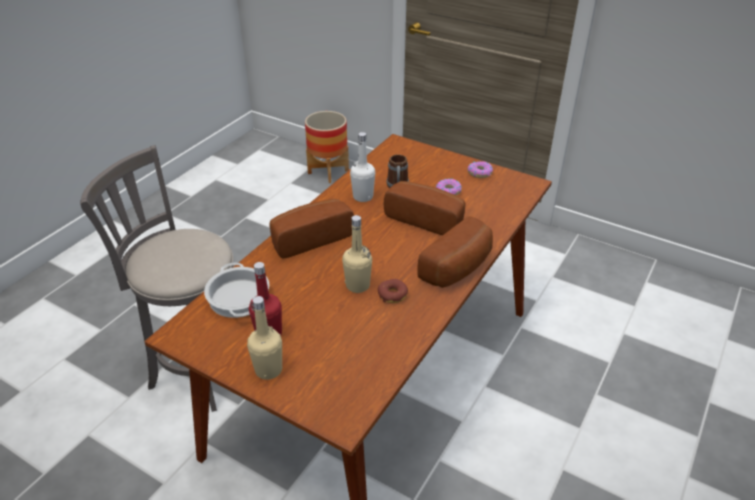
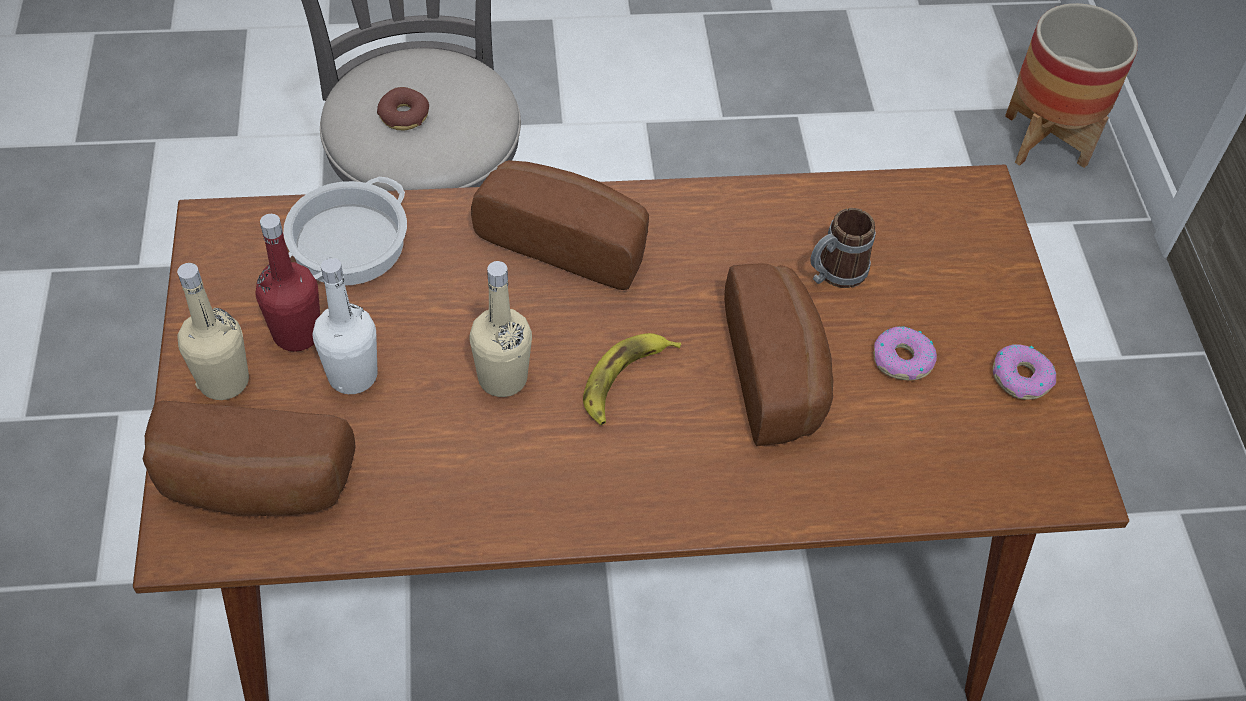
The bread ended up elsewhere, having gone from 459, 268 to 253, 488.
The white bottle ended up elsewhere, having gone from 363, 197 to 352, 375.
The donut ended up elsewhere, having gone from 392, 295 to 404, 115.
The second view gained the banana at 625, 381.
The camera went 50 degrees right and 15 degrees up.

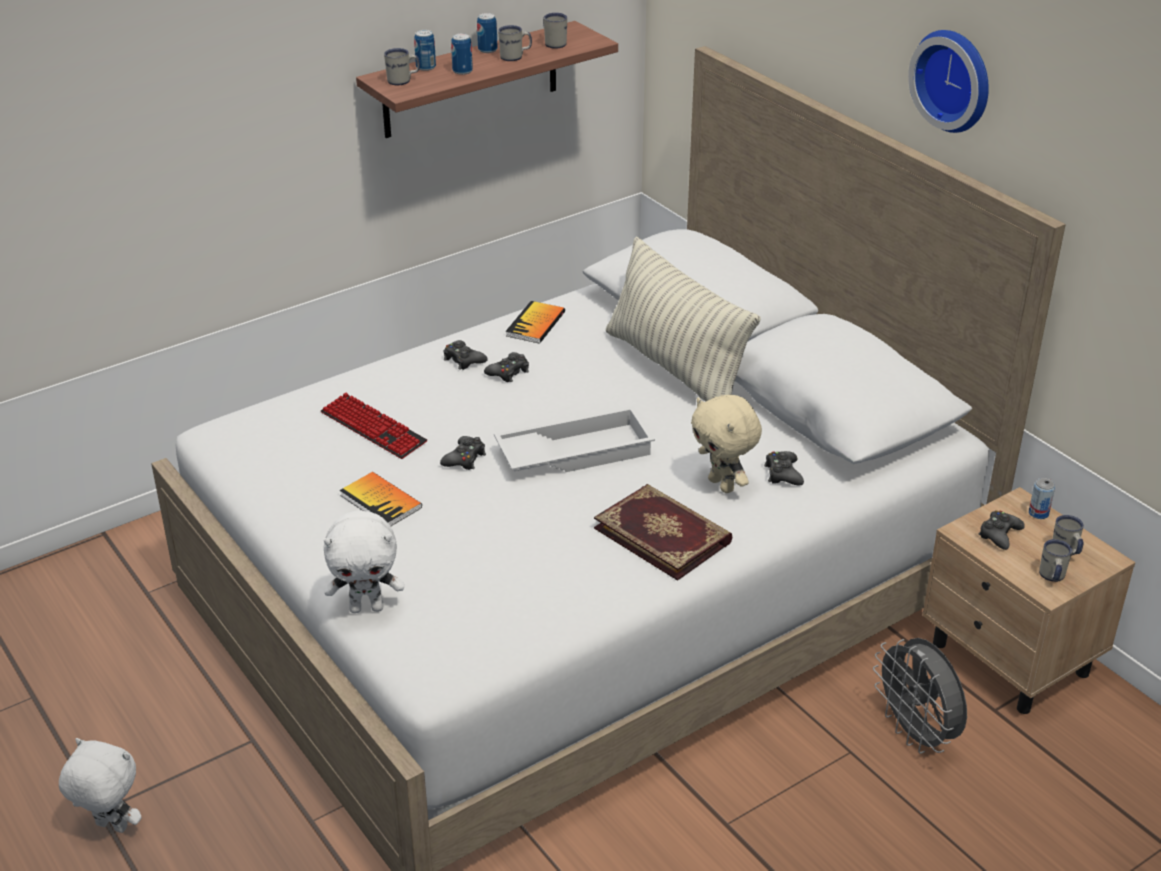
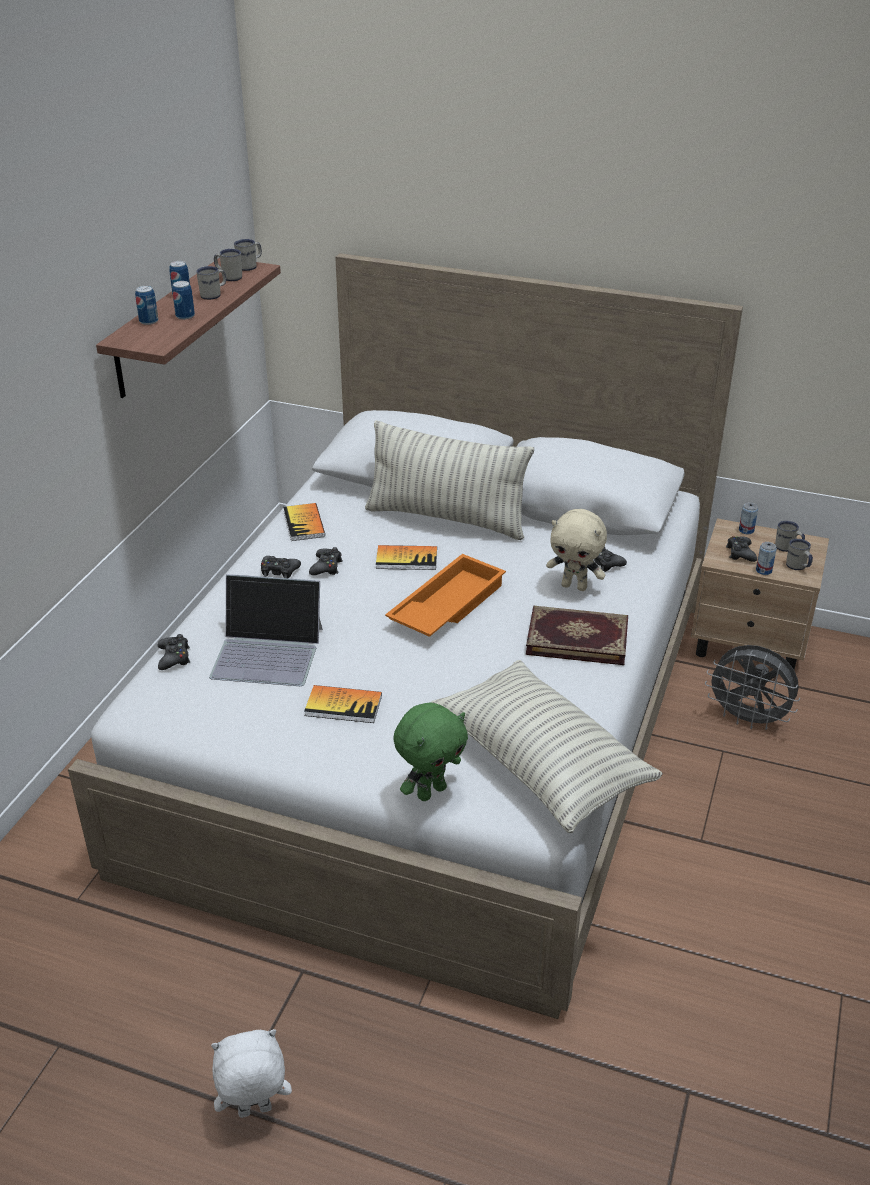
The black game controller ended up elsewhere, having gone from 464, 459 to 174, 657.
Where the keyboard stood at 373, 428, the laptop came to stand at 268, 652.
The white mug ended up elsewhere, having gone from 403, 81 to 250, 266.
The second view gained the book at 406, 559.
What was the white tray at 575, 451 turned into the orange tray at 446, 605.
What was the white plush toy at 367, 607 turned into the green plush toy at 430, 791.
The second view gained the pillow at 540, 763.
The second view gained the can at 763, 571.
The second view lost the wall clock at 955, 79.
The camera went 35 degrees left and 0 degrees up.

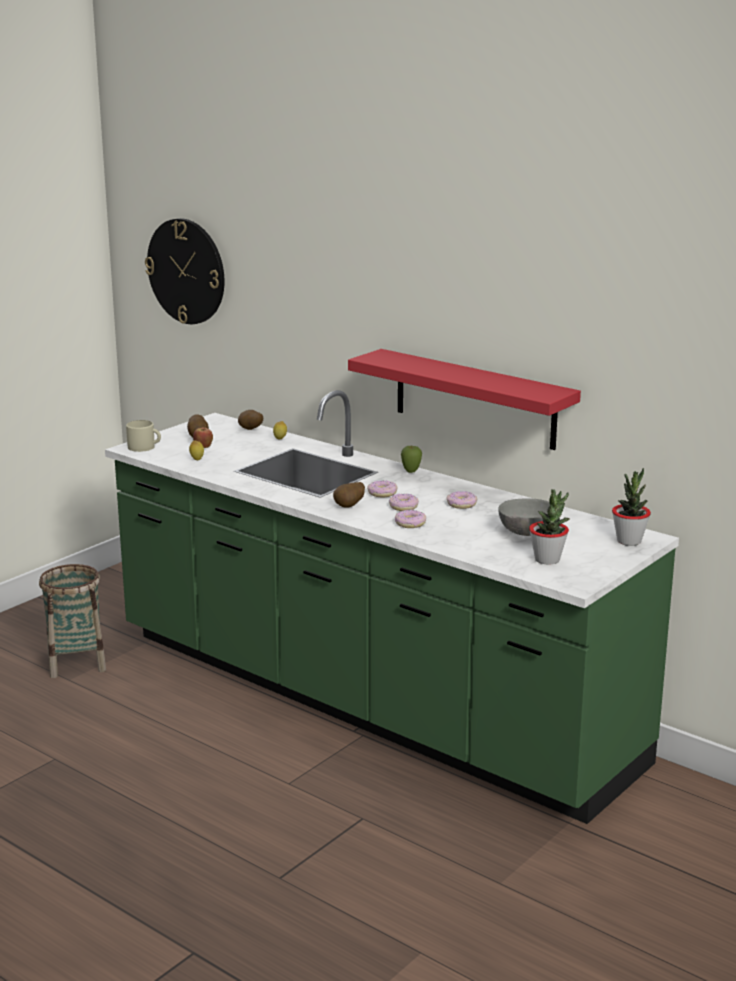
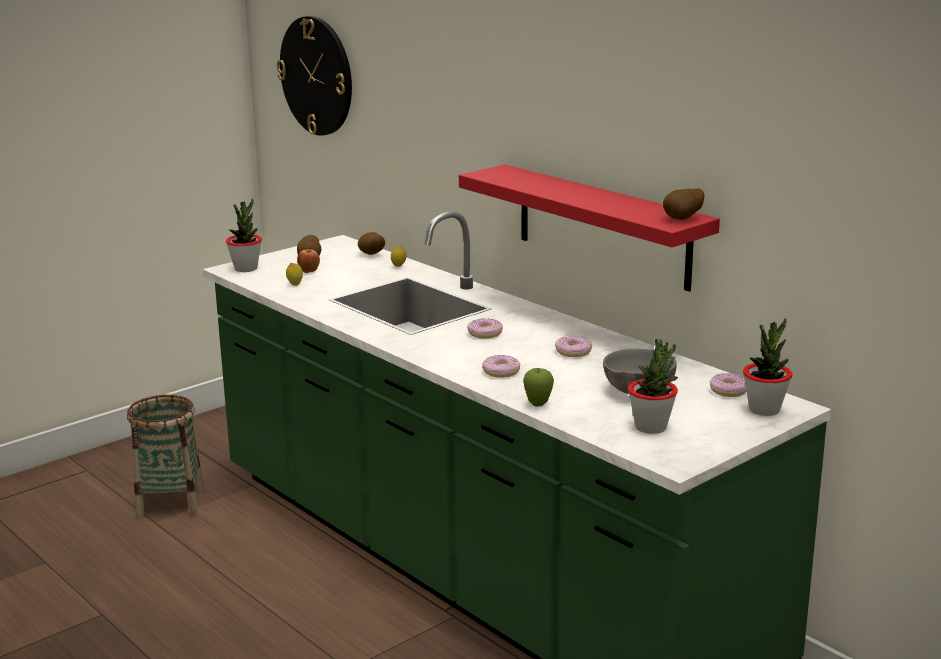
Where the beige mug stood at 144, 447, the potted plant came to stand at 246, 268.
The apple ended up elsewhere, having gone from 411, 472 to 538, 405.
The potato ended up elsewhere, having gone from 349, 506 to 683, 219.
The donut ended up elsewhere, having gone from 403, 507 to 728, 391.
The camera went 10 degrees right and 0 degrees up.

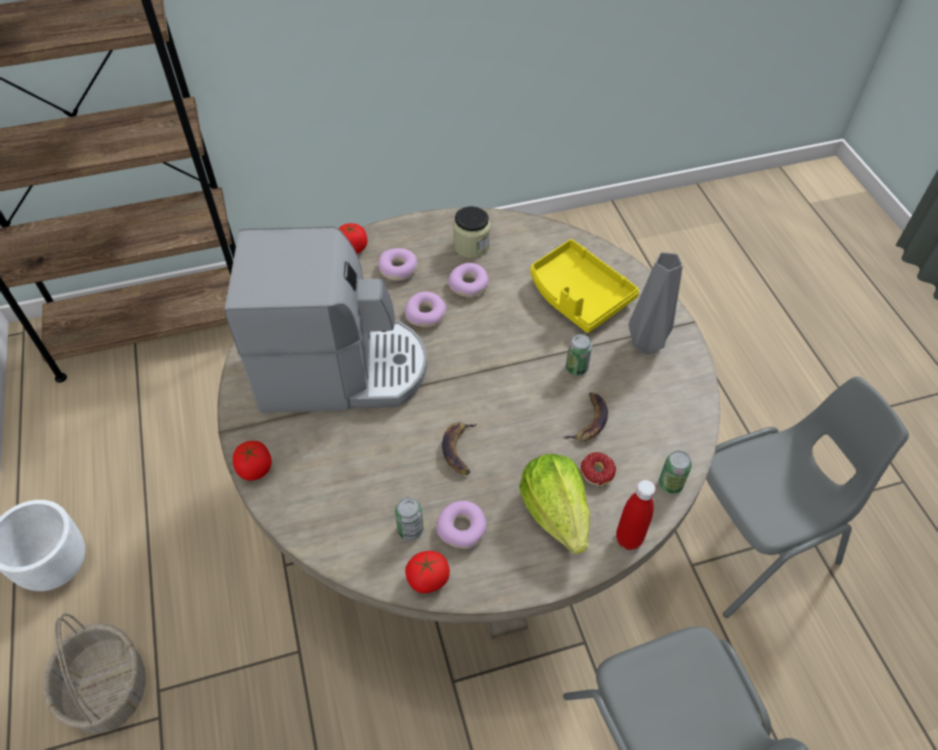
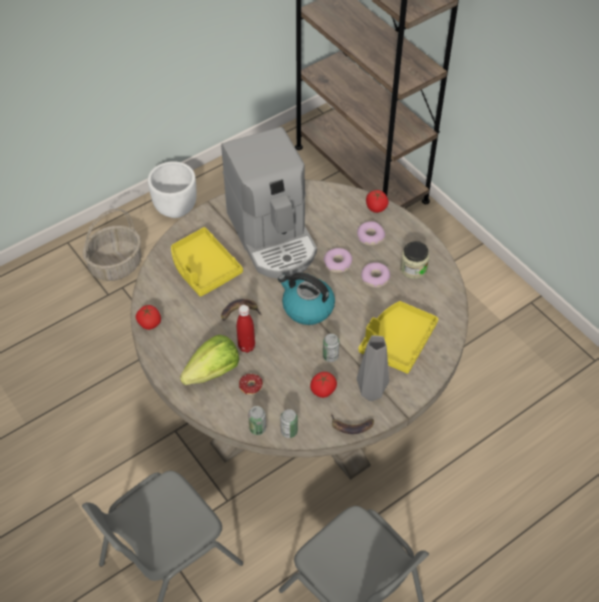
The second view gained the yellow tray at 203, 268.
The red bottle ended up elsewhere, having gone from 628, 539 to 246, 346.
The second view gained the kettle at 307, 307.
The can ended up elsewhere, having gone from 410, 530 to 289, 431.
The tomato ended up elsewhere, having gone from 255, 469 to 323, 390.
The banana ended up elsewhere, having gone from 588, 420 to 352, 425.
The second view lost the donut at 462, 528.
The camera went 70 degrees right and 0 degrees up.

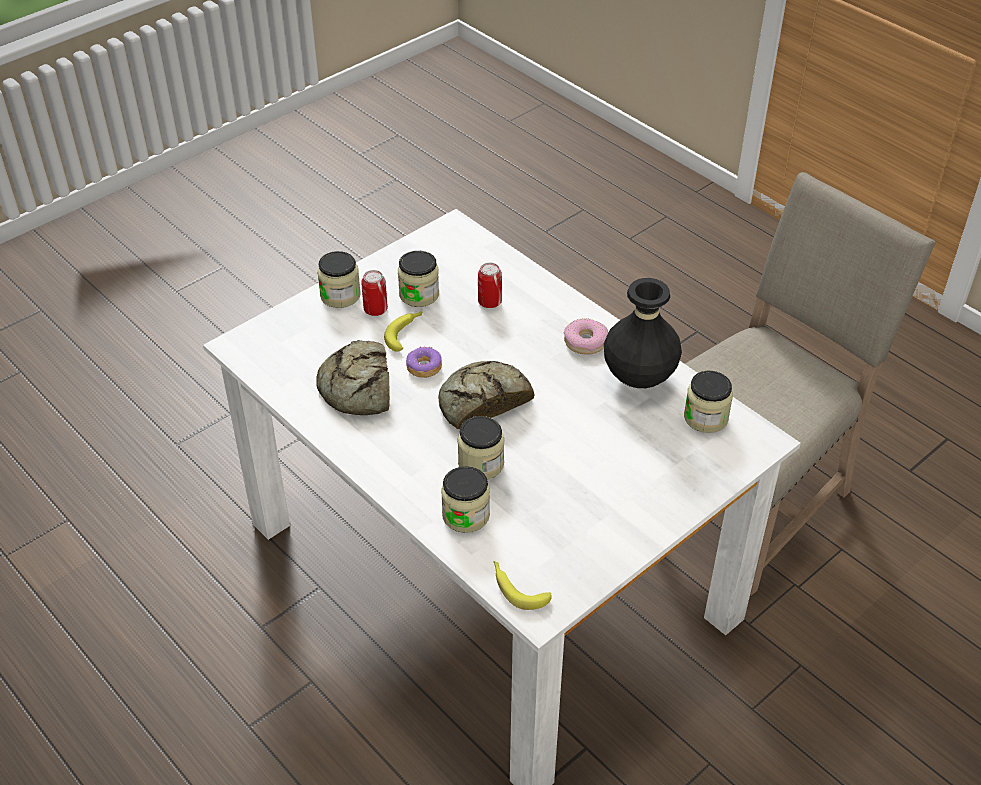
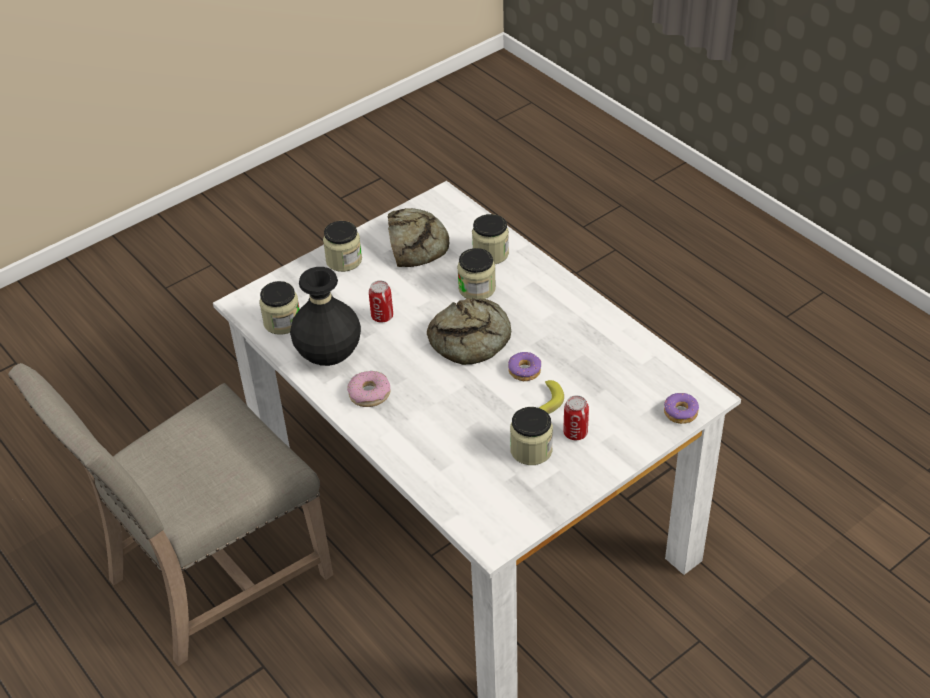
The jar ended up elsewhere, having gone from 340, 295 to 344, 260.
The can ended up elsewhere, having gone from 489, 302 to 382, 316.
The bread ended up elsewhere, having gone from 358, 387 to 415, 243.
The second view gained the donut at 680, 413.
The second view lost the banana at 517, 588.
The camera went 175 degrees left and 0 degrees up.

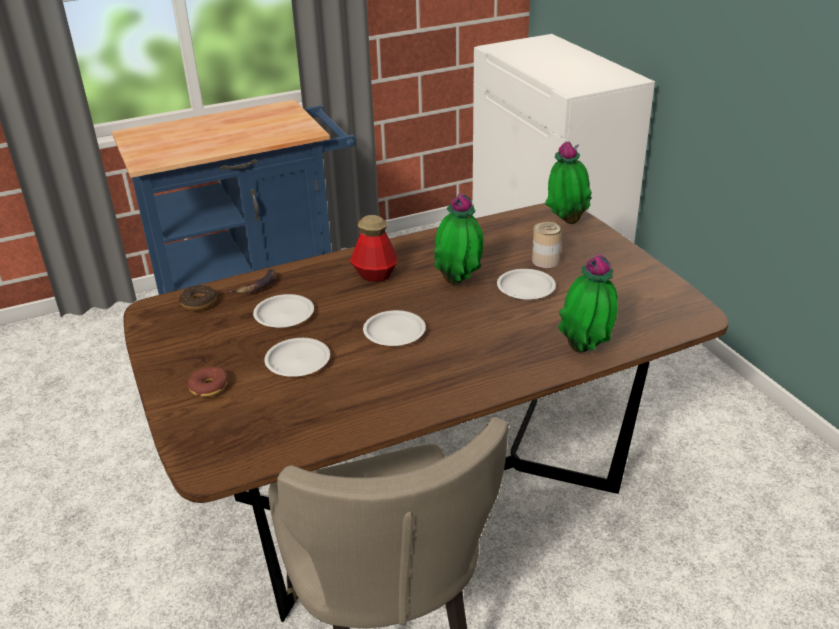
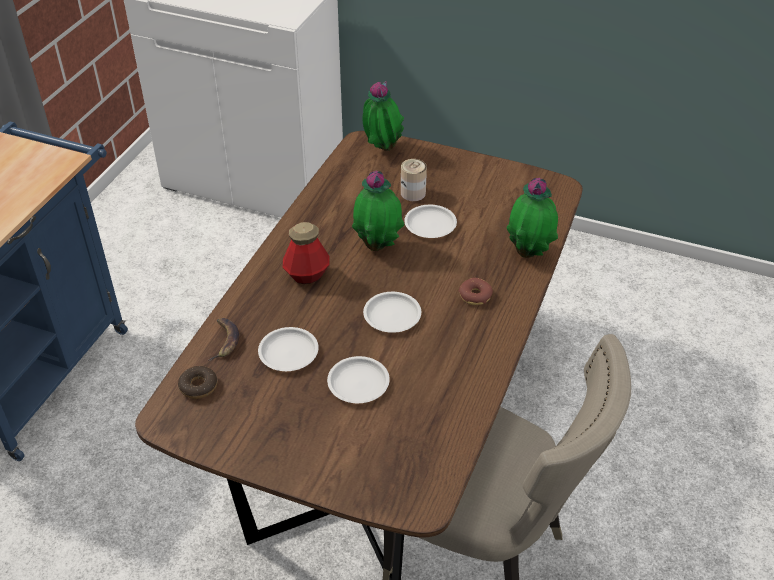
The donut ended up elsewhere, having gone from 209, 387 to 475, 296.
The camera went 45 degrees left and 10 degrees up.

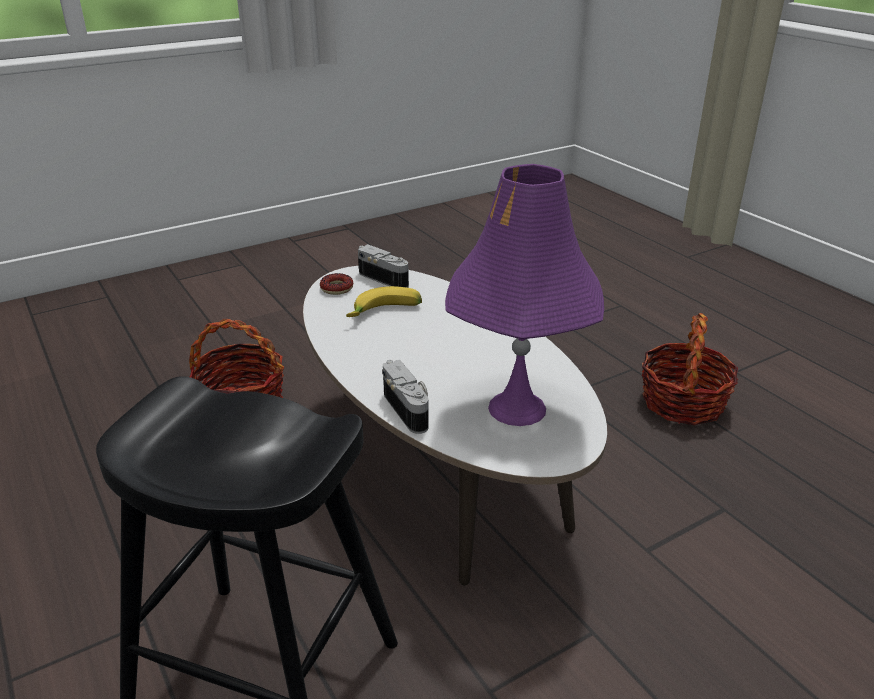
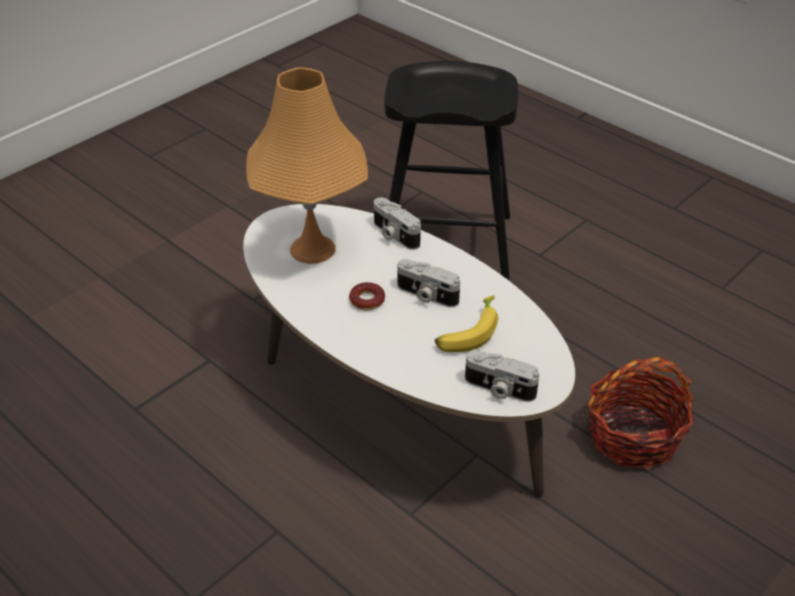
What was the purple table lamp at 517, 408 turned into the orange table lamp at 312, 249.
The donut ended up elsewhere, having gone from 337, 288 to 367, 300.
The second view gained the photo camera at 426, 295.
The second view lost the basket at 683, 403.
The camera went 165 degrees right and 10 degrees up.

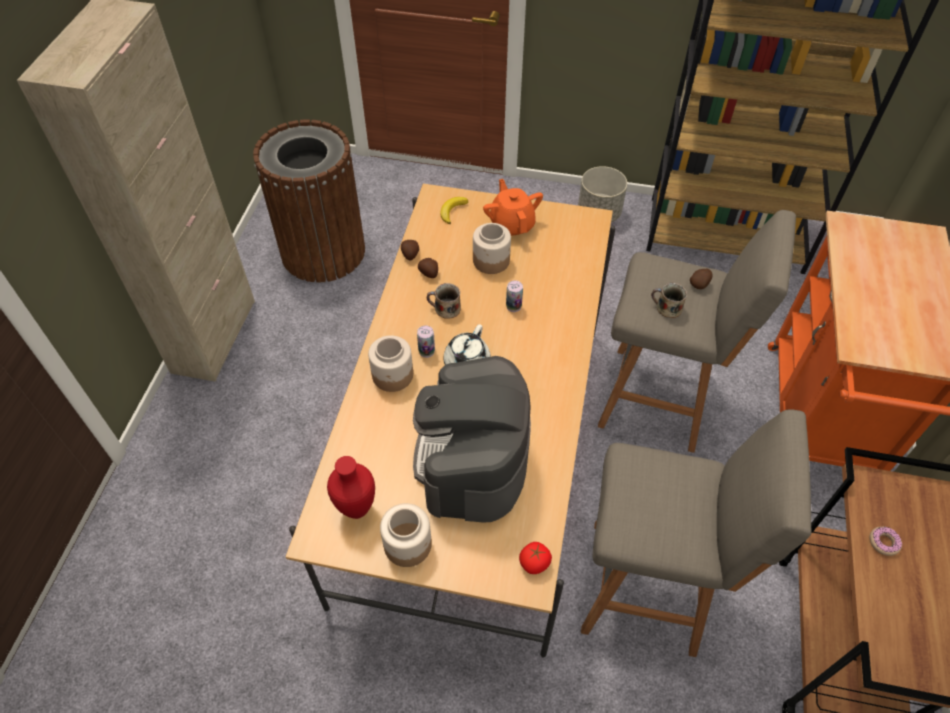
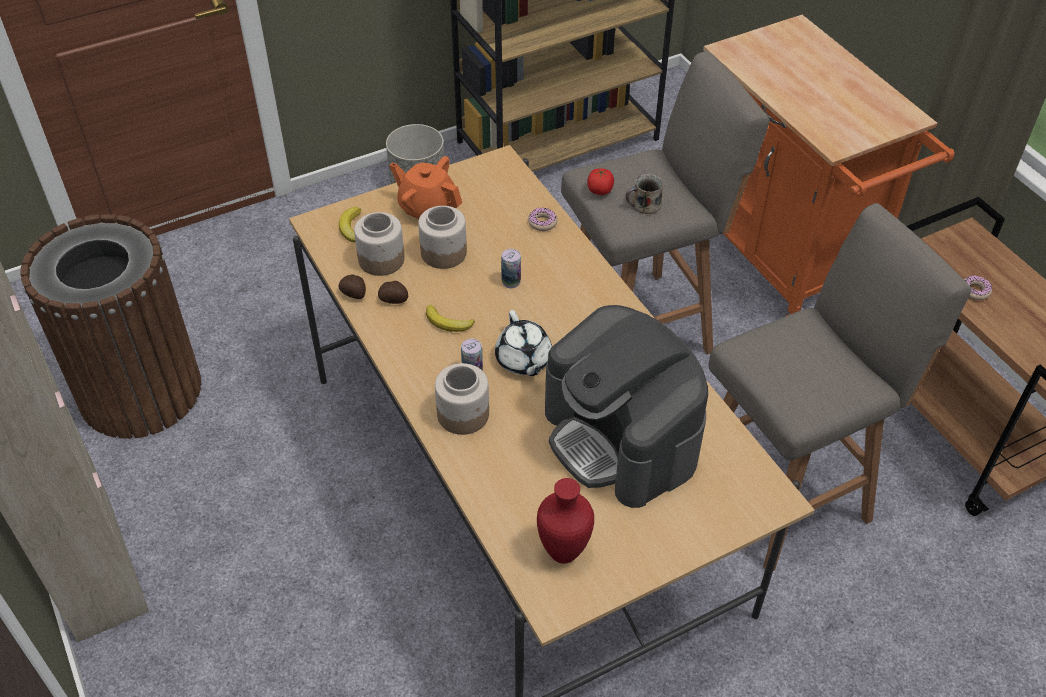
The jar ended up elsewhere, having gone from 408, 544 to 382, 259.
Where the mug stood at 446, 309, the banana came to stand at 448, 322.
The second view gained the donut at 542, 222.
The tomato ended up elsewhere, having gone from 534, 563 to 600, 190.
The second view lost the potato at 700, 284.
The camera went 40 degrees left and 5 degrees down.

